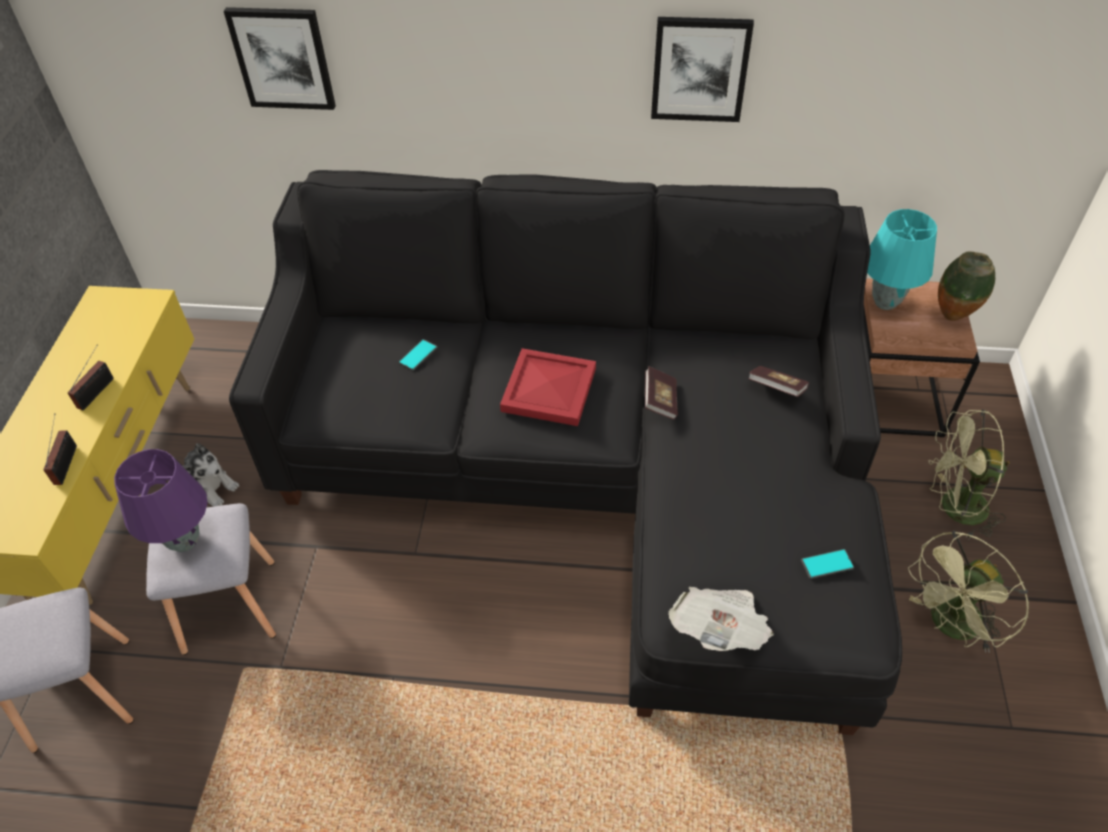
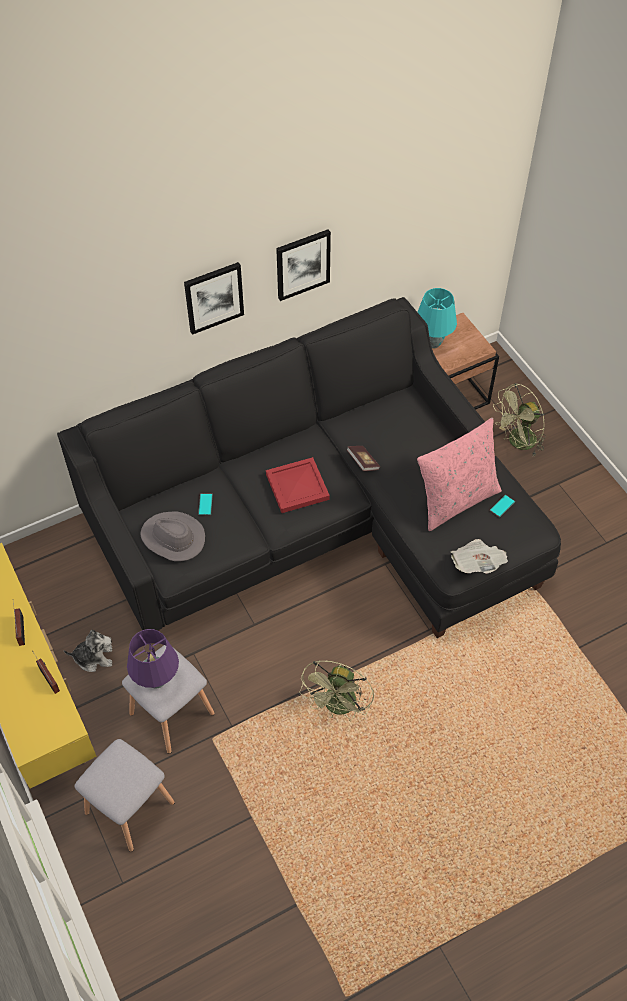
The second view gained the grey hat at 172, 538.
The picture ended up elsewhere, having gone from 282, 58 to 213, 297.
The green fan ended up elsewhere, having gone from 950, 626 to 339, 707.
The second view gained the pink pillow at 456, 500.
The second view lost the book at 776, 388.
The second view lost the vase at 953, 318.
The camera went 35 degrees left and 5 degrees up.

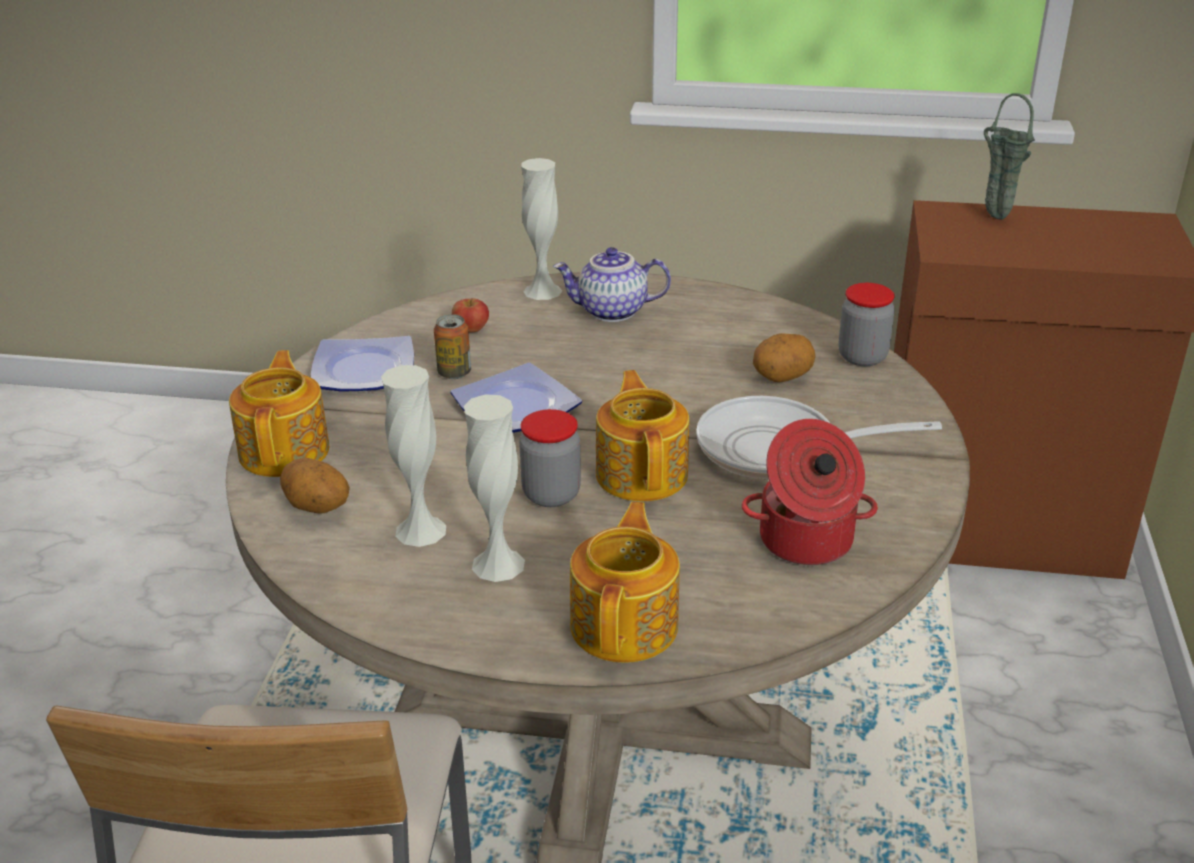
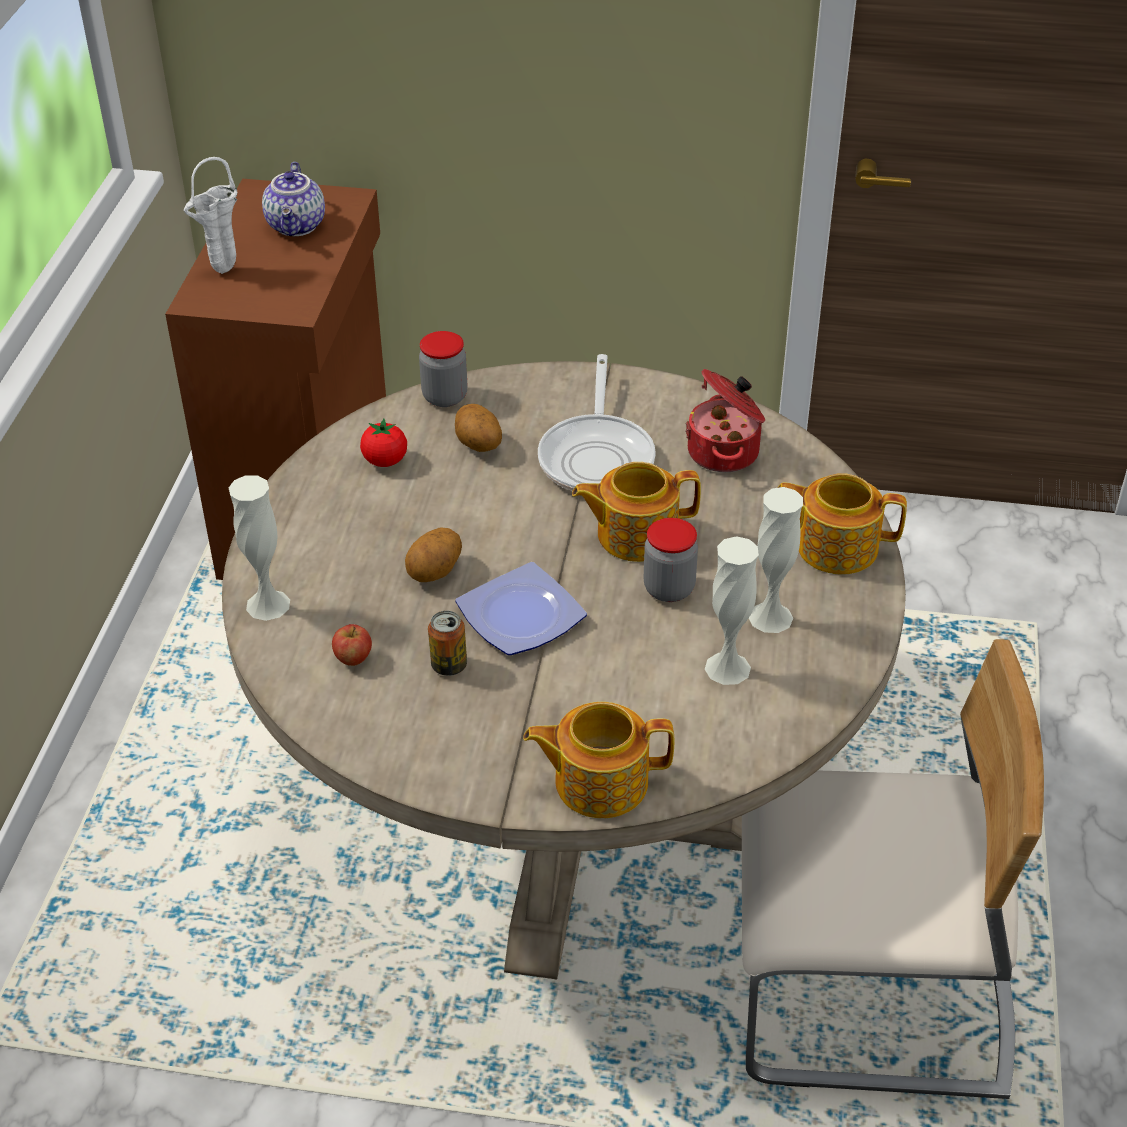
What was the green vase at 993, 216 turned into the white vase at 222, 272.
The teapot ended up elsewhere, having gone from 611, 312 to 297, 226.
The second view gained the tomato at 385, 461.
The potato ended up elsewhere, having gone from 317, 509 to 435, 572.
The second view lost the plate at 362, 372.
The camera went 90 degrees left and 10 degrees up.

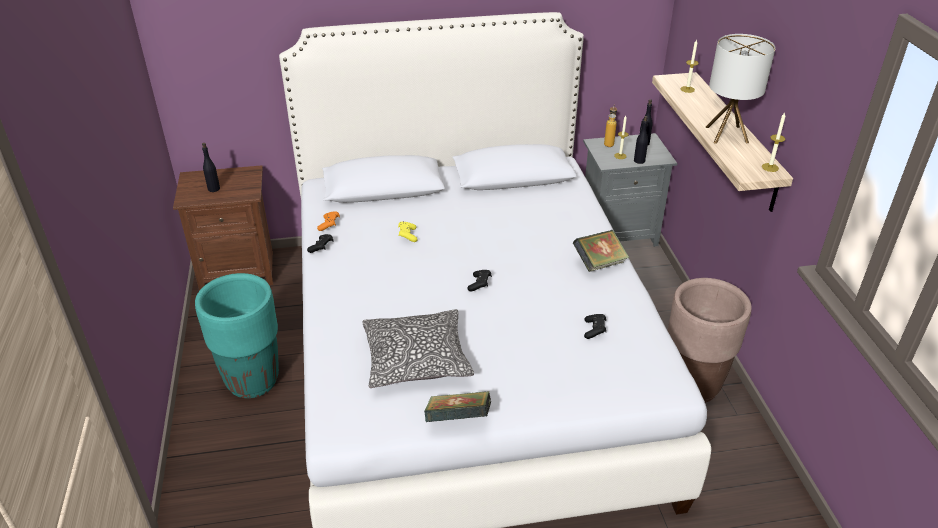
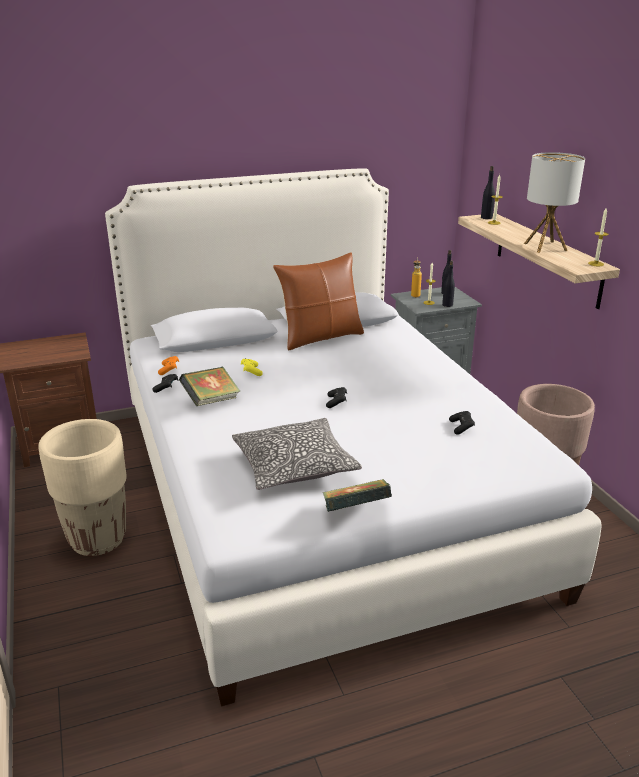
What was the turquoise planter at 253, 381 turned into the beige planter at 98, 539.
The book ended up elsewhere, having gone from 599, 263 to 211, 401.
The second view gained the brown pillow at 320, 337.
The black bottle ended up elsewhere, having gone from 214, 189 to 486, 217.
The camera went 10 degrees left and 10 degrees down.

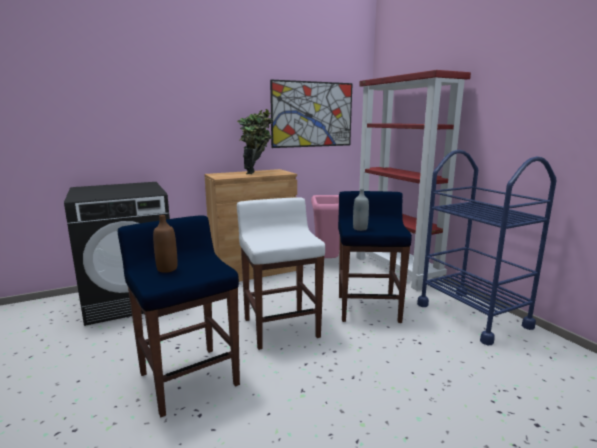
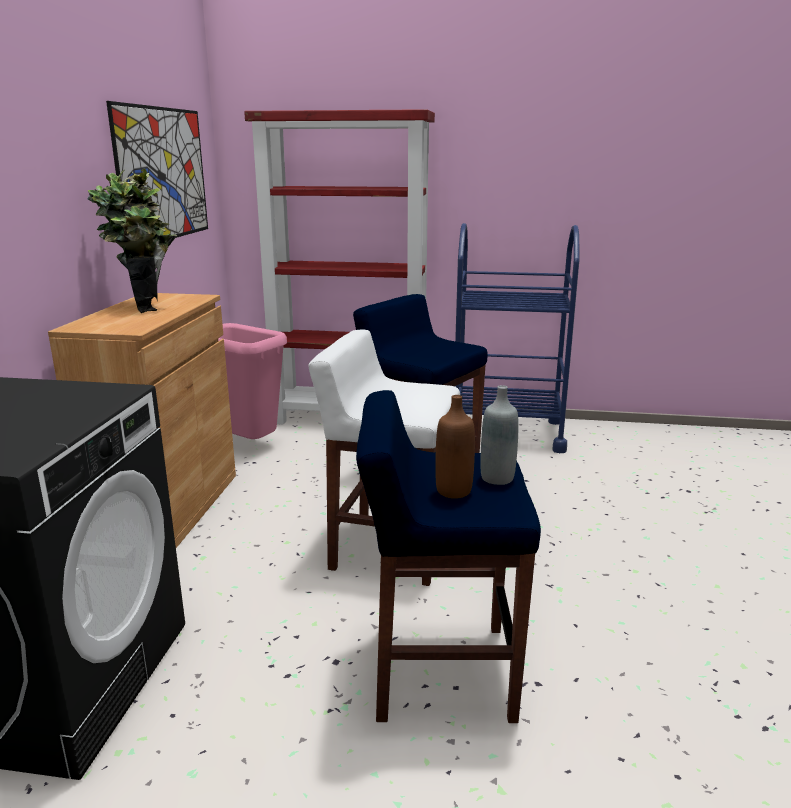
The grey bottle ended up elsewhere, having gone from 360, 228 to 497, 478.
The camera went 55 degrees left and 5 degrees up.

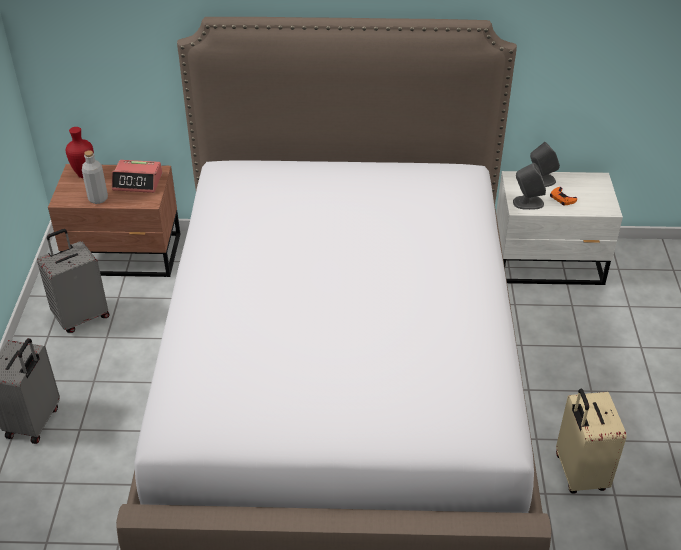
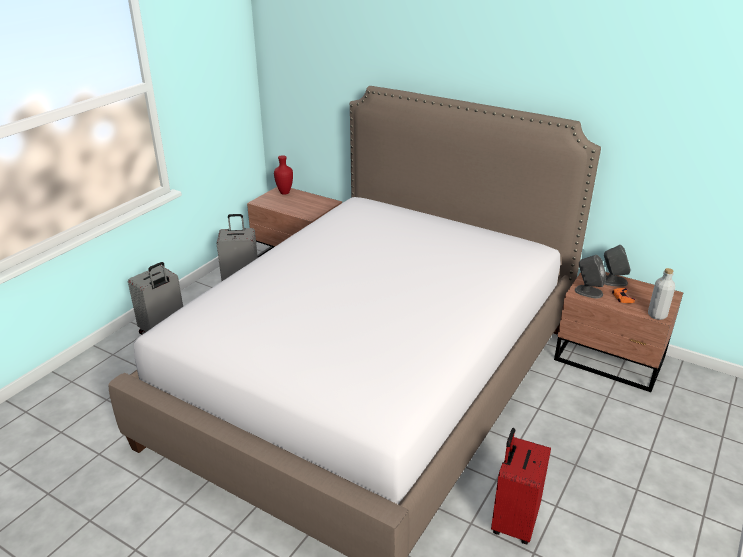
What was the beige suitcase at 578, 473 turned into the red suitcase at 513, 521.
What was the white nightstand at 549, 263 turned into the brown nightstand at 610, 360.
The grey bottle ended up elsewhere, having gone from 98, 199 to 657, 315.
The second view lost the alarm clock at 138, 182.
The camera went 30 degrees right and 10 degrees down.

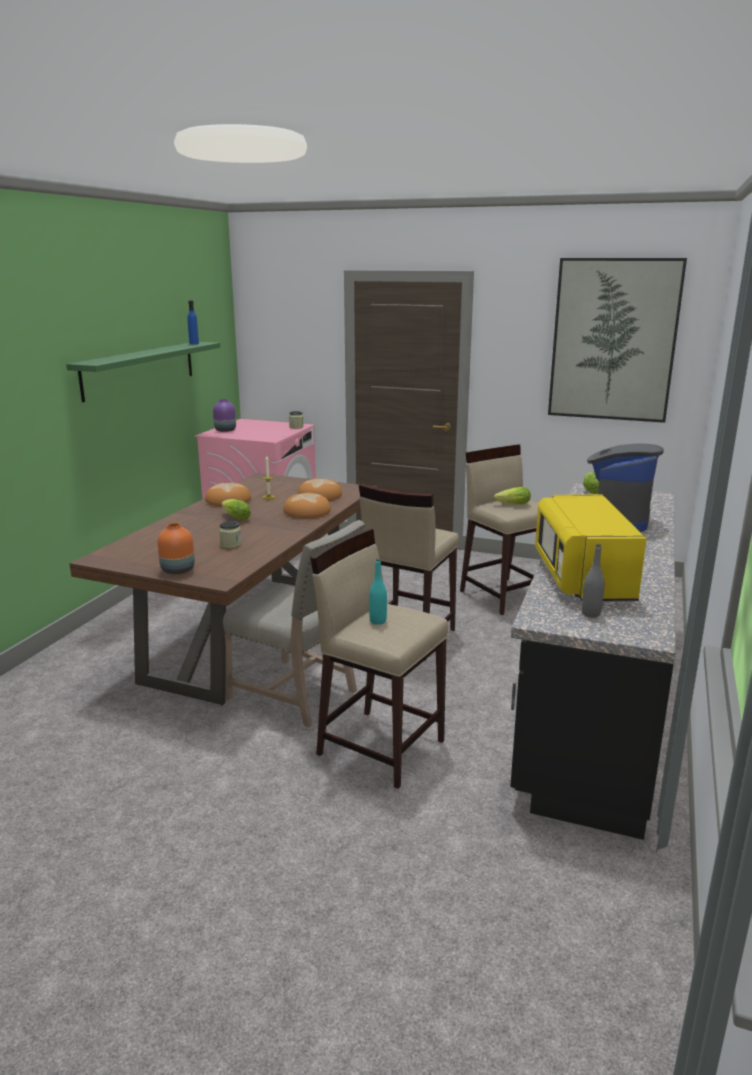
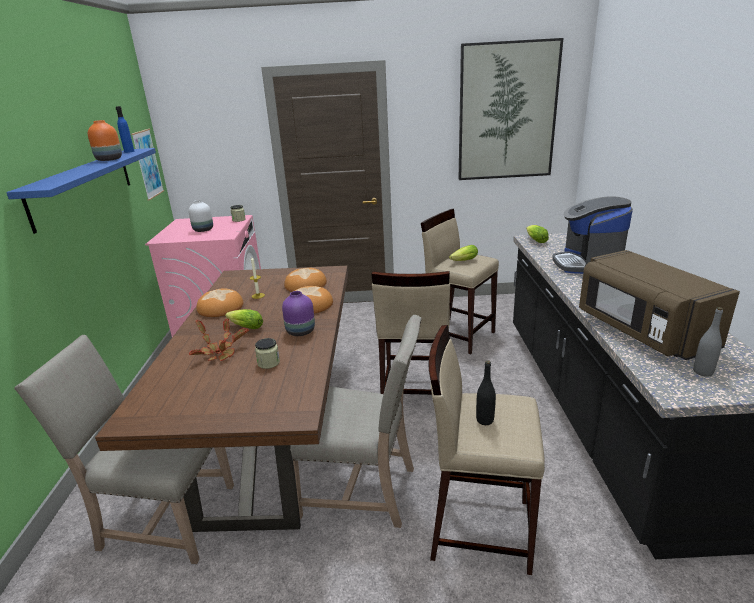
What was the green shelf at 140, 369 turned into the blue shelf at 83, 186.
The second view gained the beige chair at 163, 518.
The orange vase ended up elsewhere, having gone from 178, 570 to 109, 159.
The second view gained the picture at 148, 164.
The second view gained the white vase at 204, 230.
The second view gained the potted plant at 219, 352.
The purple vase ended up elsewhere, having gone from 226, 430 to 301, 331.
What was the turquoise bottle at 378, 621 turned into the black bottle at 485, 420.
What was the yellow microwave at 582, 577 turned into the brown microwave at 642, 331.
The camera went 20 degrees left and 5 degrees up.

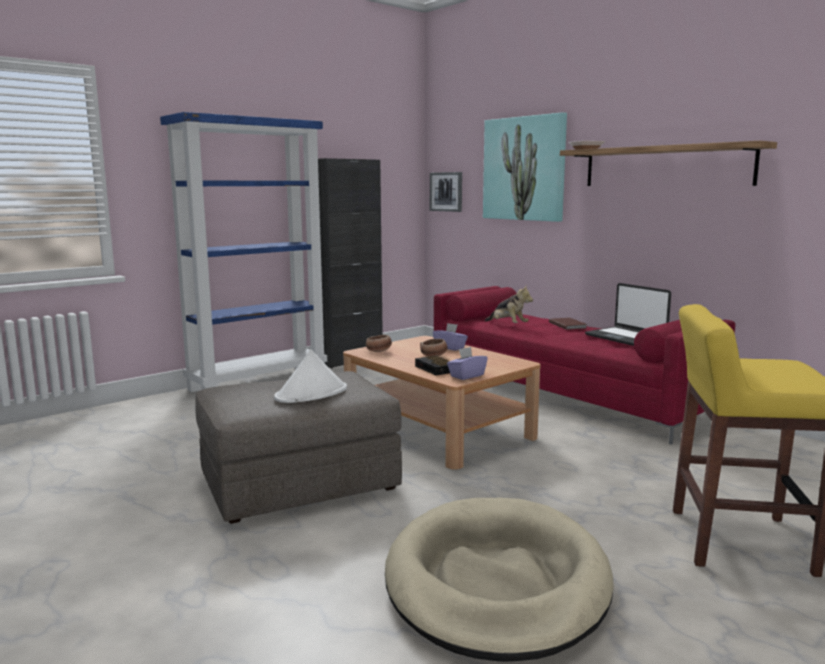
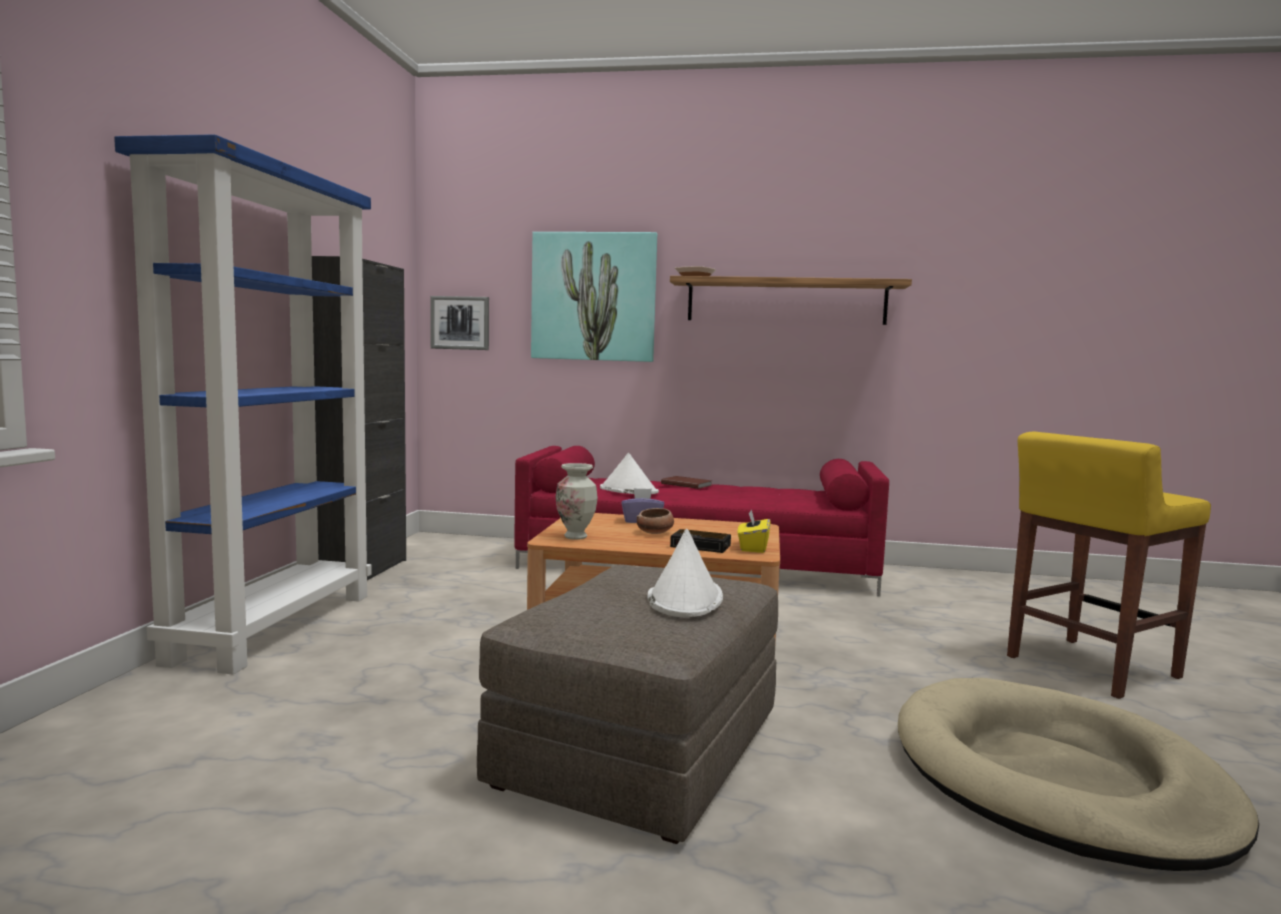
Where the bowl stood at 379, 351, the vase came to stand at 576, 537.
Where the plush toy stood at 508, 325, the white hat came to stand at 628, 490.
What was the purple tissue box at 466, 376 turned into the yellow tissue box at 753, 548.
The second view lost the laptop at 626, 337.
The camera went 40 degrees left and 5 degrees down.

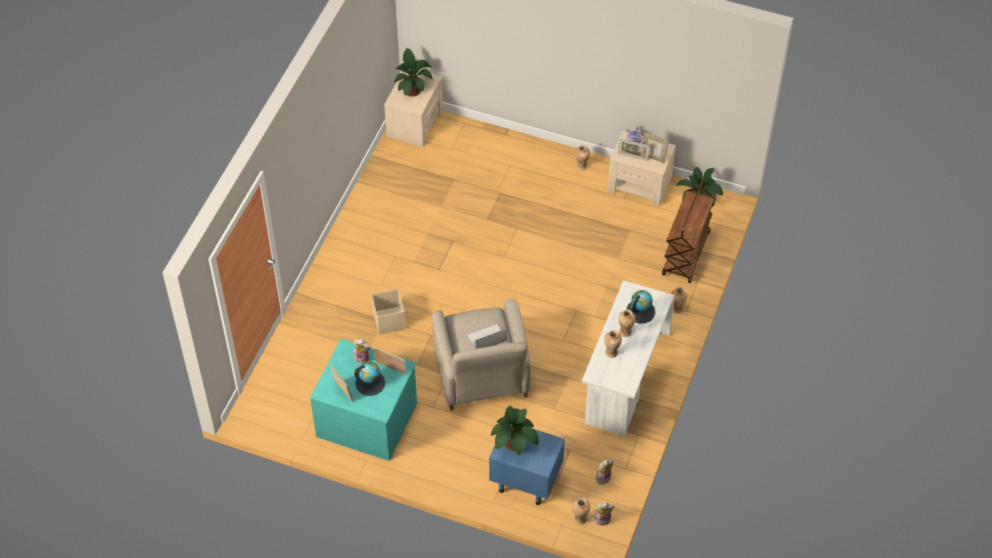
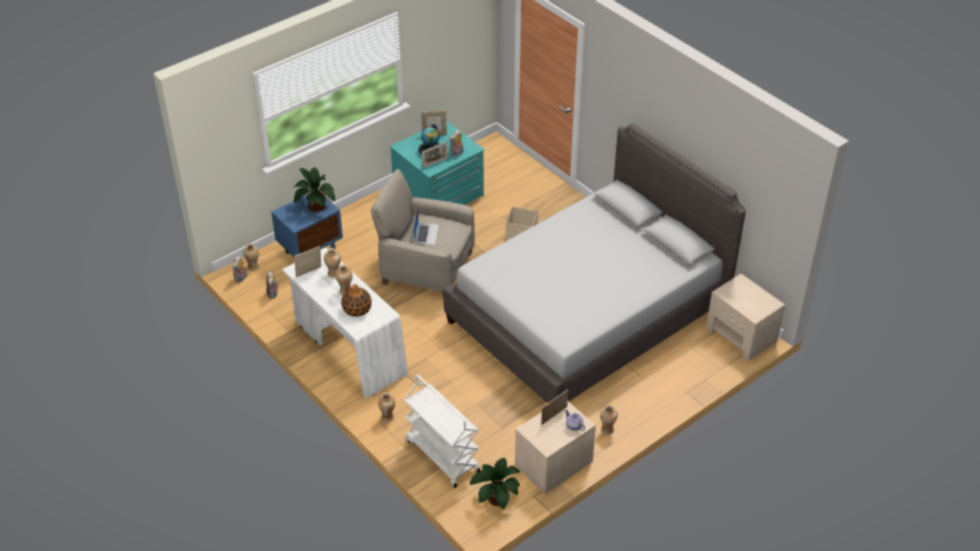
The picture frame ended up elsewhere, having gone from 653, 157 to 309, 273.
Where the globe stood at 640, 311, the vase came to stand at 357, 309.
What was the brown cart at 686, 254 turned into the white cart at 441, 455.
The second view gained the grey bed at 588, 314.
The second view lost the potted plant at 413, 89.
The camera went 120 degrees right and 10 degrees down.

